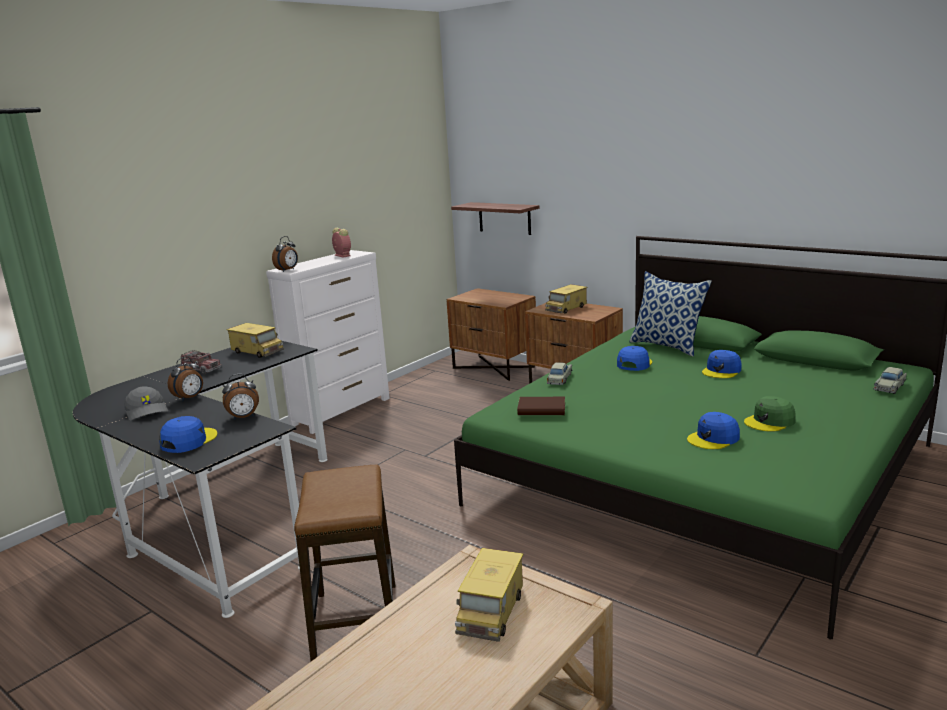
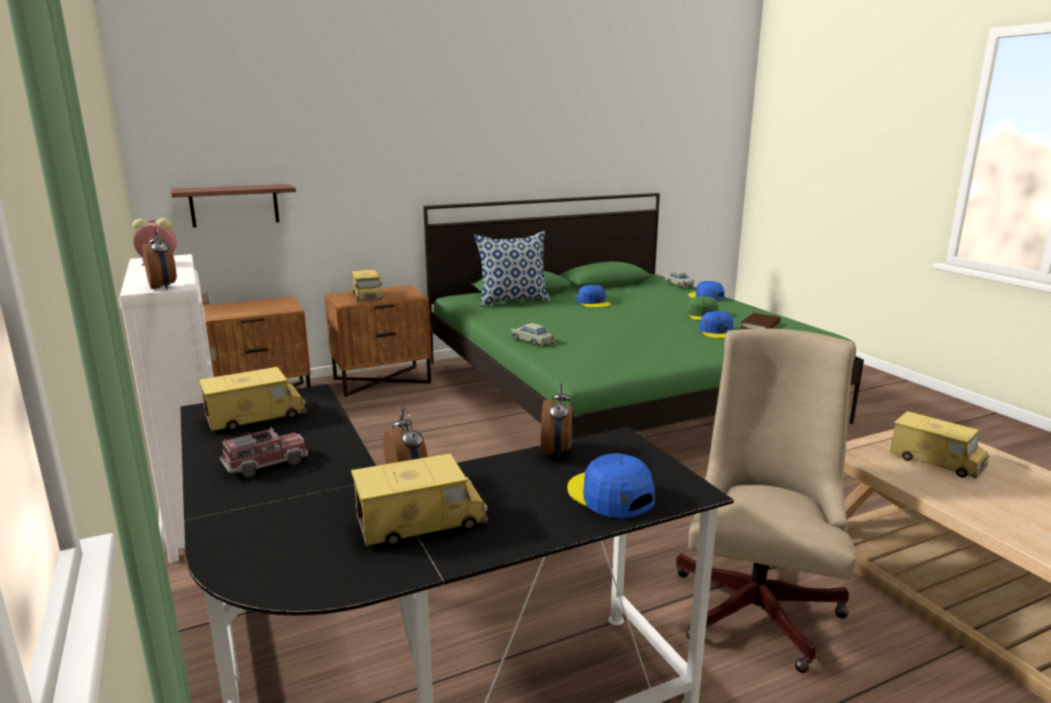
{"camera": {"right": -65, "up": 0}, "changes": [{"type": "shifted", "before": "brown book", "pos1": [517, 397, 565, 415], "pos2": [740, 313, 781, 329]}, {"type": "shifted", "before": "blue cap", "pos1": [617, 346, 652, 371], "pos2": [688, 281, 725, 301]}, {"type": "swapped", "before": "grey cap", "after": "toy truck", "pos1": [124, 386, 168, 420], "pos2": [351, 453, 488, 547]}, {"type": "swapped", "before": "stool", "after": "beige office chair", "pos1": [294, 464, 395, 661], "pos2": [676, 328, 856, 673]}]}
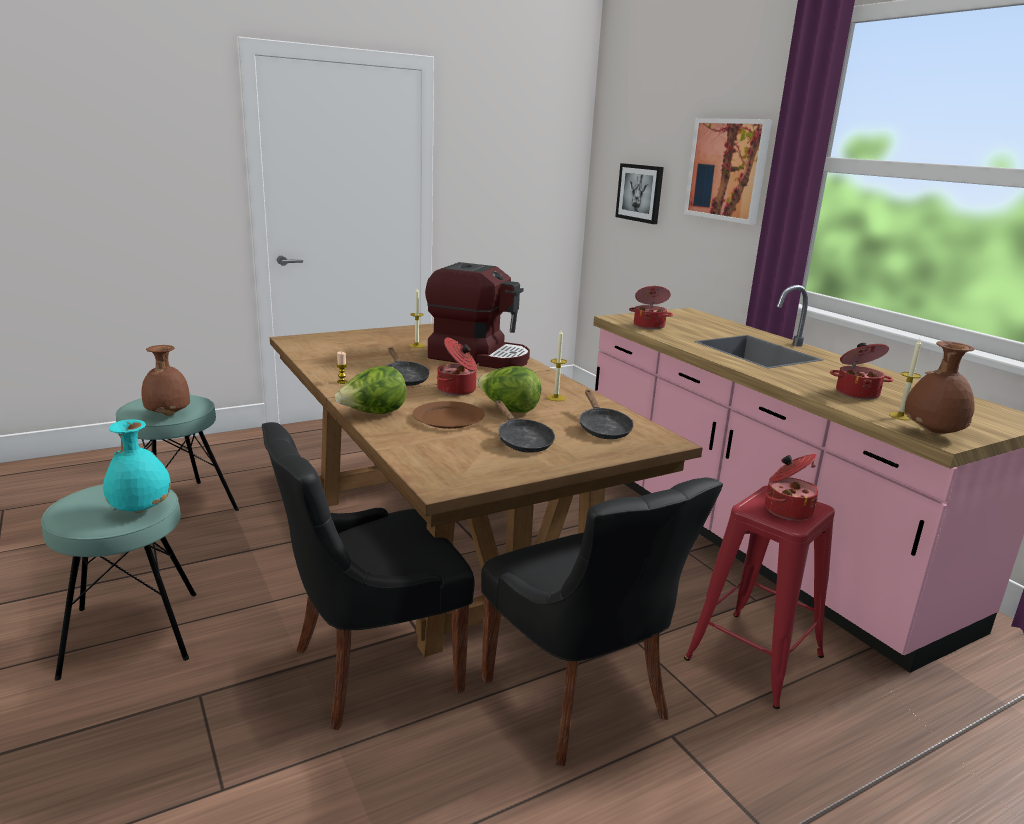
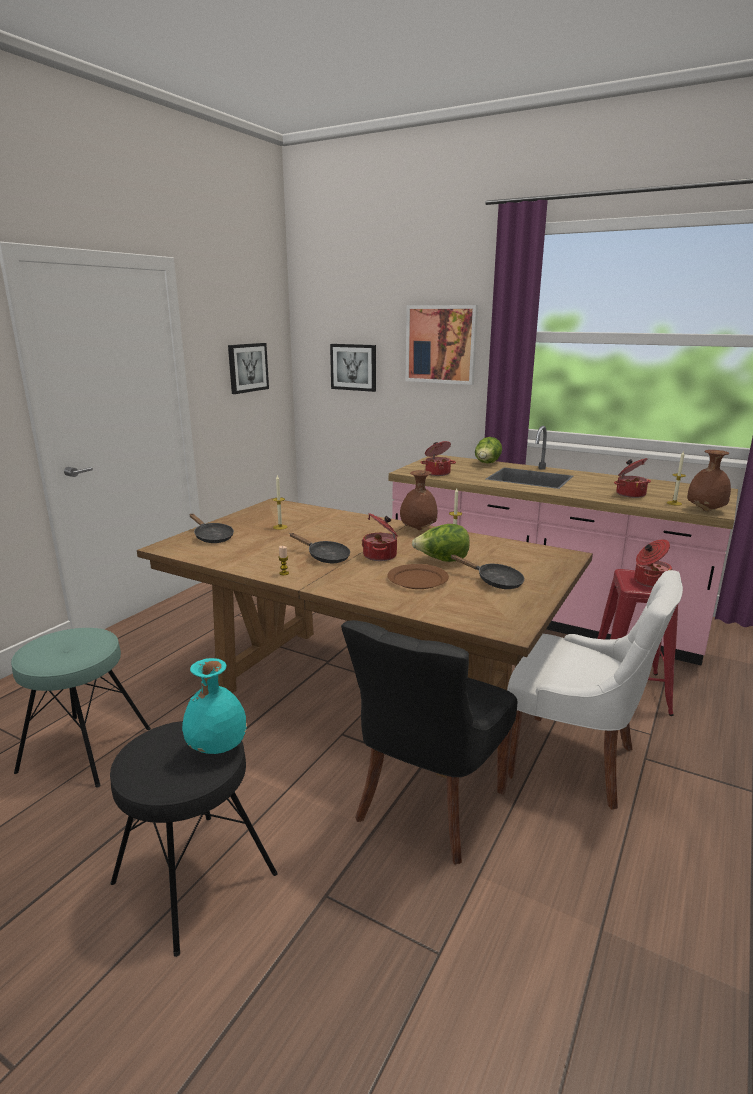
{"camera": {"right": -30, "up": 0}, "changes": [{"type": "gone", "before": "coffee machine", "pos1": [425, 262, 530, 369]}, {"type": "new", "after": "picture", "pos2": [228, 343, 269, 394]}, {"type": "shifted", "before": "brown vase", "pos1": [141, 345, 190, 416], "pos2": [400, 470, 437, 530]}, {"type": "shifted", "before": "lettuce", "pos1": [335, 366, 407, 414], "pos2": [475, 437, 502, 464]}, {"type": "shifted", "before": "black frying pan", "pos1": [580, 390, 634, 439], "pos2": [190, 514, 234, 543]}, {"type": "repainted", "before": "turquoise stool", "after": "black stool", "pos1": [41, 484, 197, 681], "pos2": [110, 721, 278, 957]}, {"type": "repainted", "before": "black chair", "after": "white chair", "pos1": [481, 477, 723, 766], "pos2": [507, 570, 683, 810]}]}
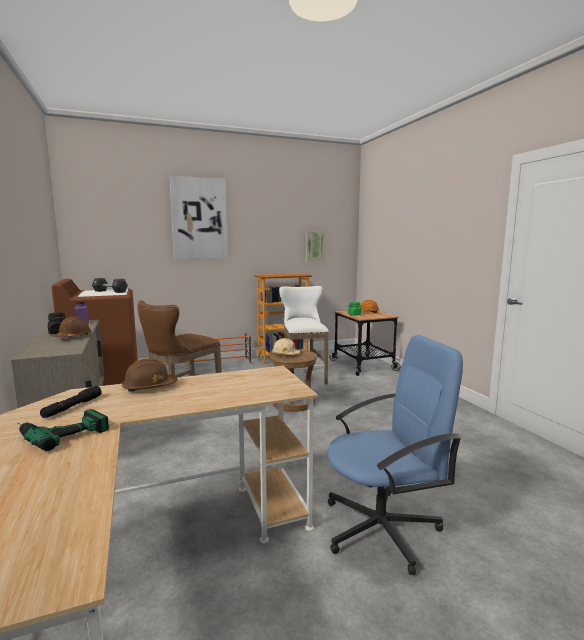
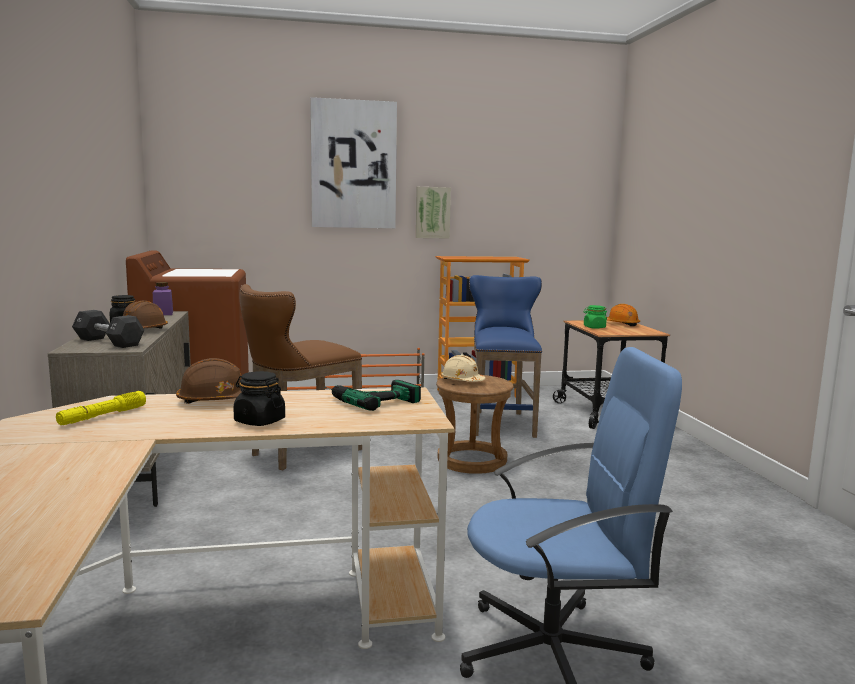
{"camera": {"right": 10, "up": 0}, "changes": [{"type": "new", "after": "black jar", "pos2": [233, 371, 285, 426]}, {"type": "shifted", "before": "power drill", "pos1": [18, 409, 109, 451], "pos2": [325, 380, 421, 411]}, {"type": "shifted", "before": "black dumbbell", "pos1": [92, 278, 128, 293], "pos2": [72, 310, 144, 348]}, {"type": "shifted", "before": "picture", "pos1": [306, 231, 326, 262], "pos2": [416, 187, 451, 239]}, {"type": "repainted", "before": "black flashlight", "after": "yellow flashlight", "pos1": [40, 386, 102, 418], "pos2": [56, 391, 146, 425]}, {"type": "repainted", "before": "white stool", "after": "blue stool", "pos1": [279, 286, 329, 385], "pos2": [469, 275, 542, 438]}]}
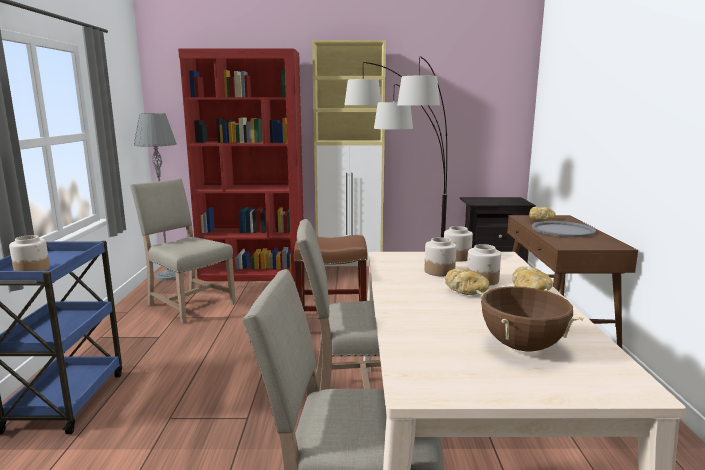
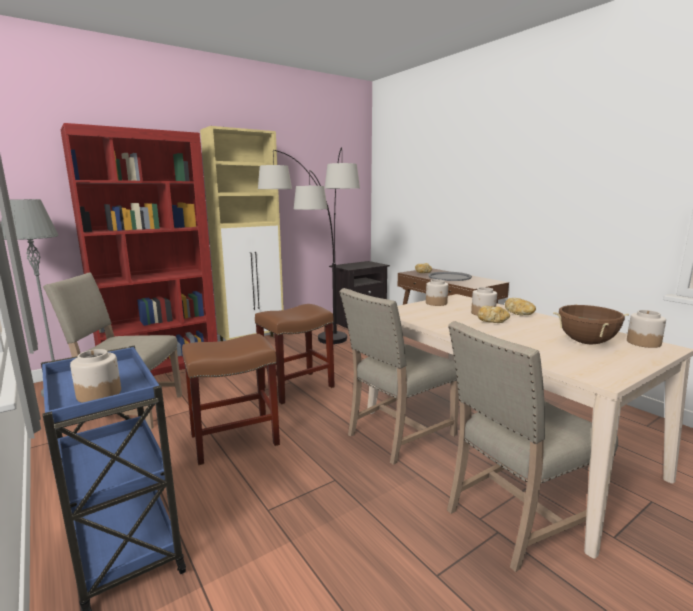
{"camera": {"right": -35, "up": 0}, "changes": [{"type": "new", "after": "brown stool", "pos2": [182, 334, 280, 465]}, {"type": "shifted", "before": "jar", "pos1": [424, 237, 456, 276], "pos2": [627, 310, 666, 348]}]}
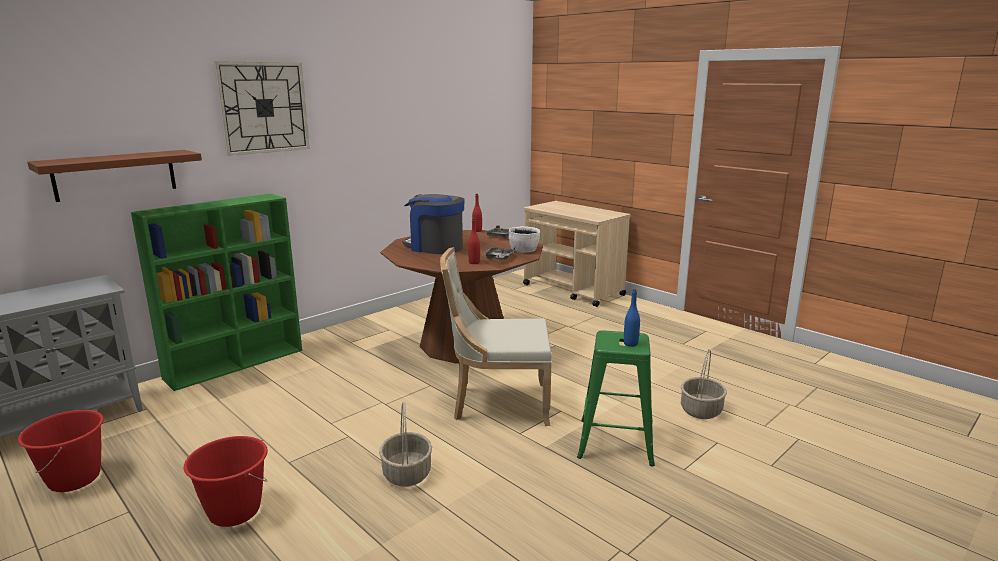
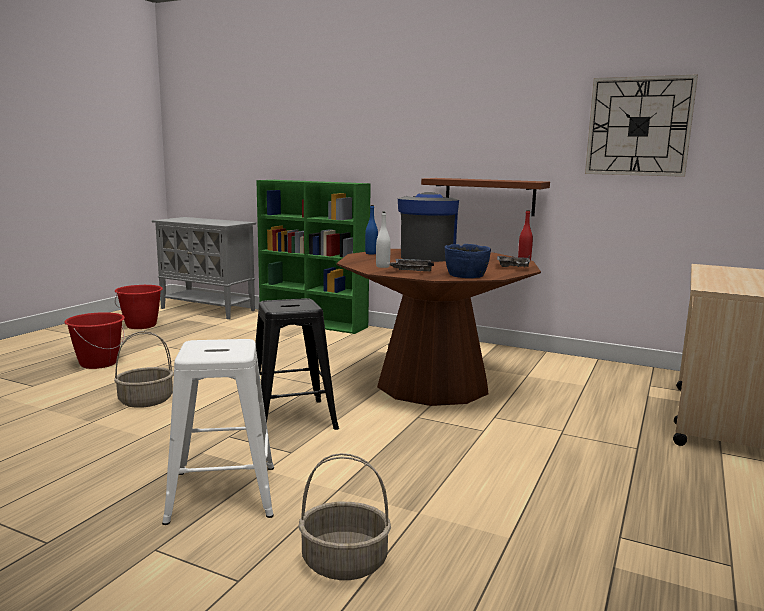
{"camera": {"right": 70, "up": -5}, "changes": [{"type": "shifted", "before": "brown shelf", "pos1": [27, 150, 202, 202], "pos2": [421, 178, 550, 216]}, {"type": "shifted", "before": "wall clock", "pos1": [214, 61, 310, 156], "pos2": [585, 74, 698, 177]}, {"type": "shifted", "before": "blue bottle", "pos1": [624, 289, 640, 347], "pos2": [365, 205, 378, 254]}, {"type": "swapped", "before": "beige chair", "after": "black stool", "pos1": [440, 247, 552, 426], "pos2": [255, 298, 339, 430]}, {"type": "repainted", "before": "red bottle", "after": "white bottle", "pos1": [468, 219, 480, 264], "pos2": [376, 212, 391, 268]}, {"type": "repainted", "before": "white bowl", "after": "blue bowl", "pos1": [509, 226, 540, 253], "pos2": [445, 244, 491, 278]}, {"type": "repainted", "before": "green stool", "after": "white stool", "pos1": [577, 330, 655, 467], "pos2": [162, 339, 274, 525]}]}
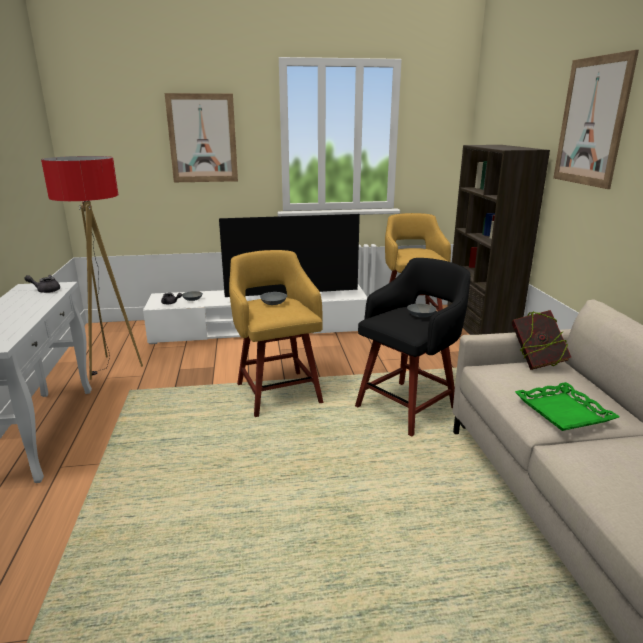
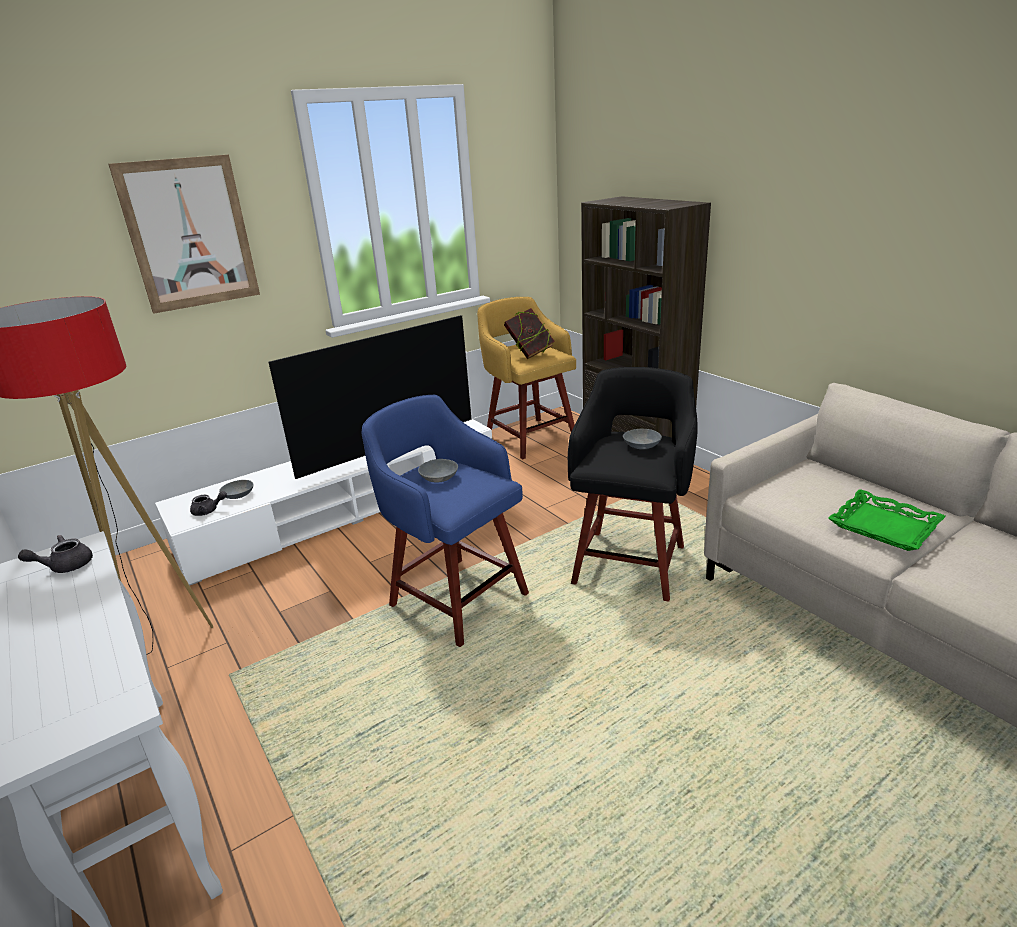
{"camera": {"right": -25, "up": 5}, "changes": [{"type": "gone", "before": "picture", "pos1": [553, 50, 639, 189]}, {"type": "shifted", "before": "book", "pos1": [512, 310, 571, 370], "pos2": [504, 308, 555, 359]}, {"type": "repainted", "before": "yellow stool", "after": "blue stool", "pos1": [229, 250, 323, 417], "pos2": [361, 395, 529, 647]}]}
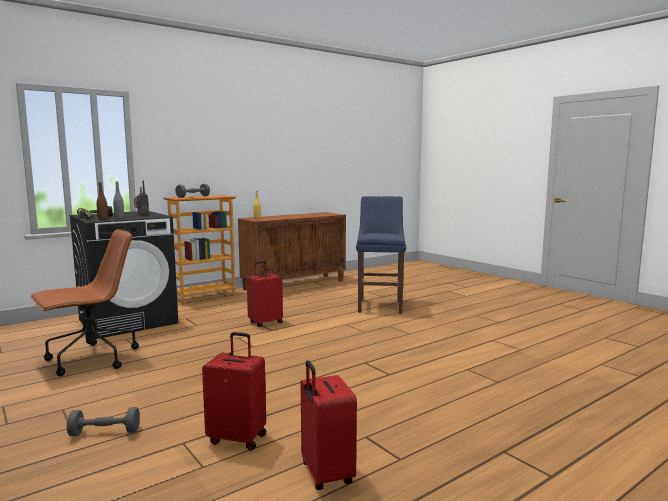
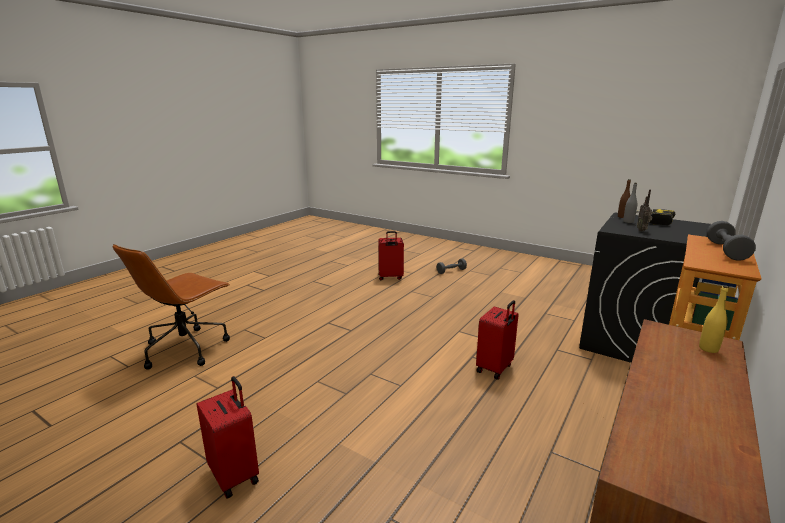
{"camera": {"right": 160, "up": 10}, "changes": [{"type": "gone", "before": "blue stool", "pos1": [356, 196, 406, 314]}, {"type": "shifted", "before": "brown office chair", "pos1": [30, 229, 139, 376], "pos2": [113, 244, 230, 370]}, {"type": "shifted", "before": "red suitcase", "pos1": [301, 360, 357, 490], "pos2": [197, 376, 259, 499]}]}
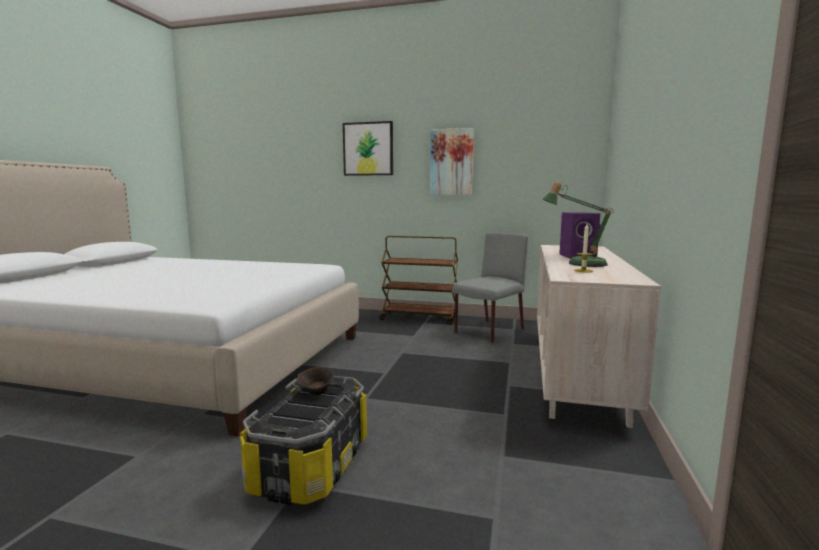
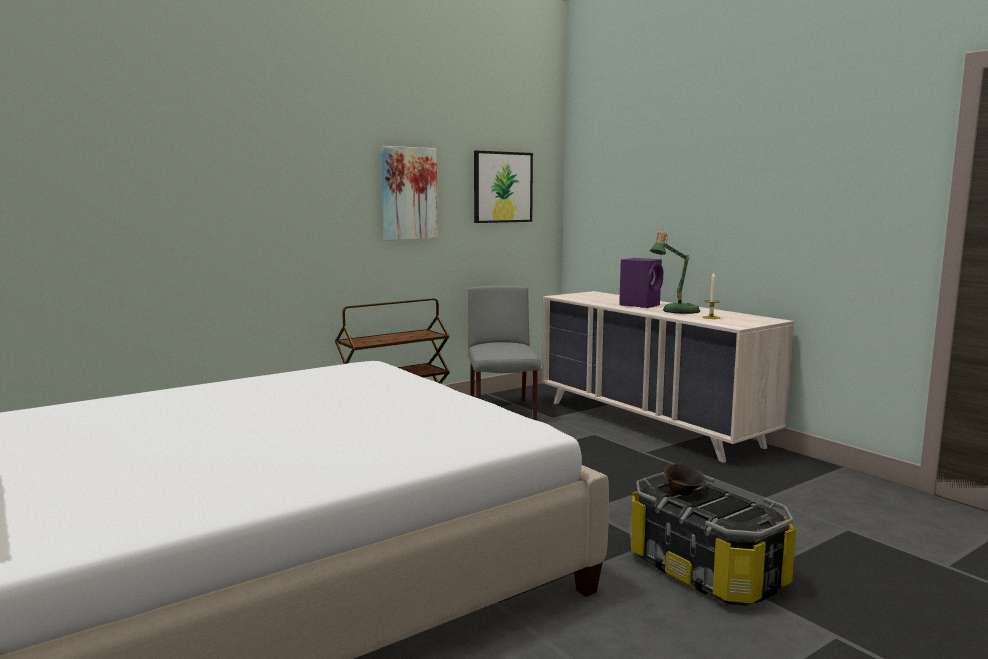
{"camera": {"right": -50, "up": 0}, "changes": [{"type": "shifted", "before": "picture", "pos1": [343, 121, 393, 176], "pos2": [474, 150, 533, 223]}]}
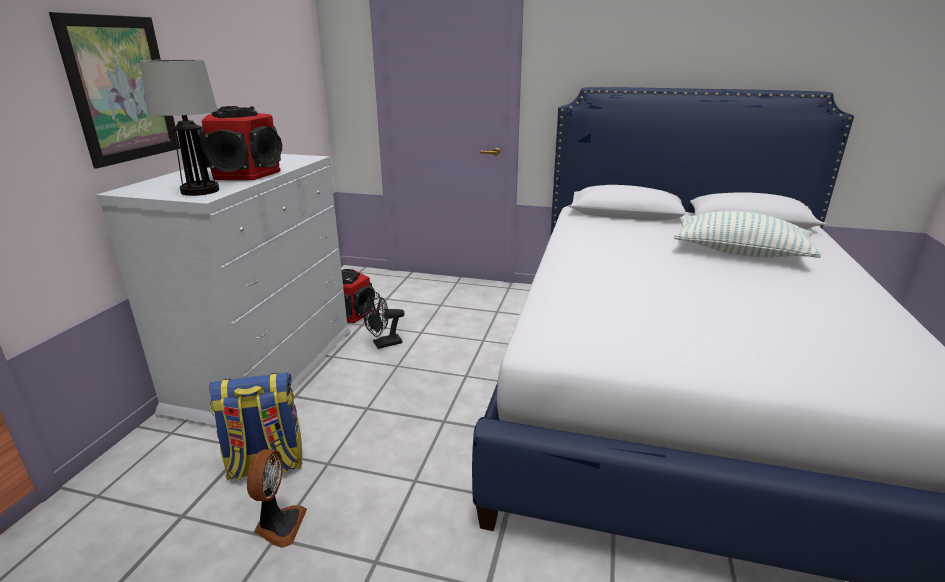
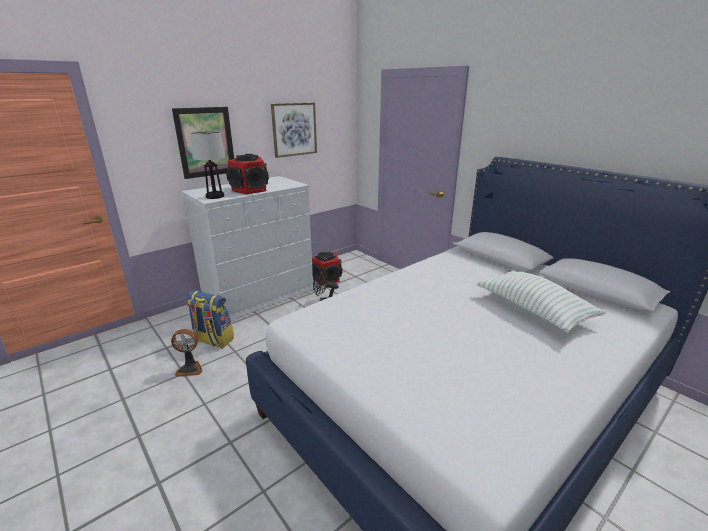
{"camera": {"right": 35, "up": 0}, "changes": [{"type": "new", "after": "picture", "pos2": [271, 103, 317, 158]}, {"type": "rotated", "before": "fan", "pos1": [247, 449, 307, 548], "pos2": [171, 329, 202, 377], "turn": 45}]}
